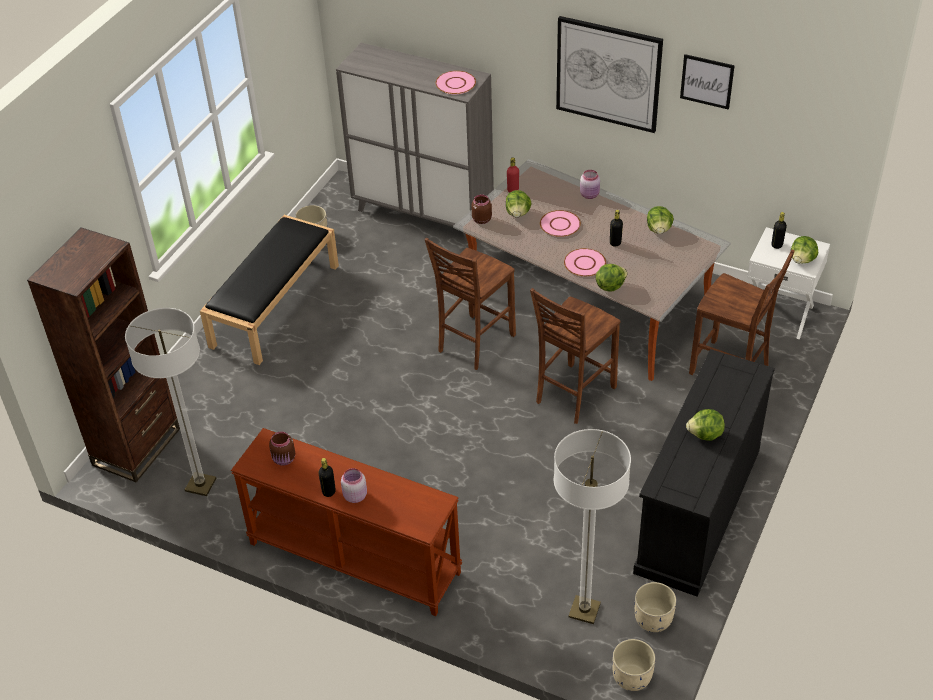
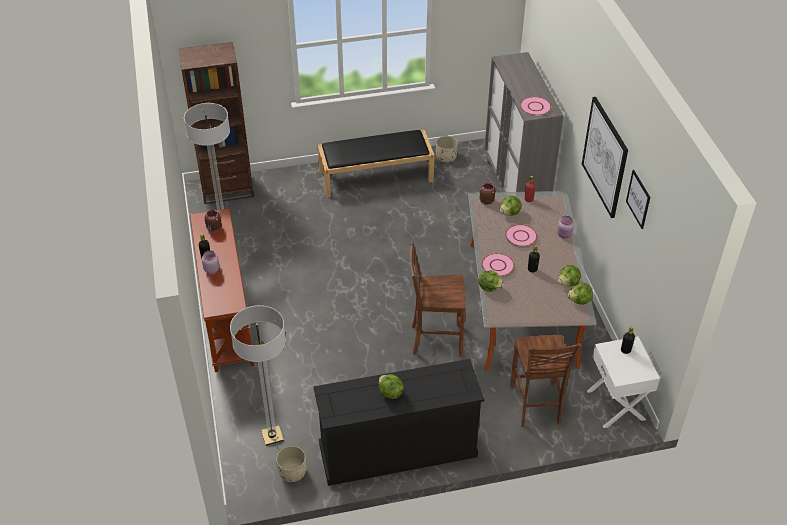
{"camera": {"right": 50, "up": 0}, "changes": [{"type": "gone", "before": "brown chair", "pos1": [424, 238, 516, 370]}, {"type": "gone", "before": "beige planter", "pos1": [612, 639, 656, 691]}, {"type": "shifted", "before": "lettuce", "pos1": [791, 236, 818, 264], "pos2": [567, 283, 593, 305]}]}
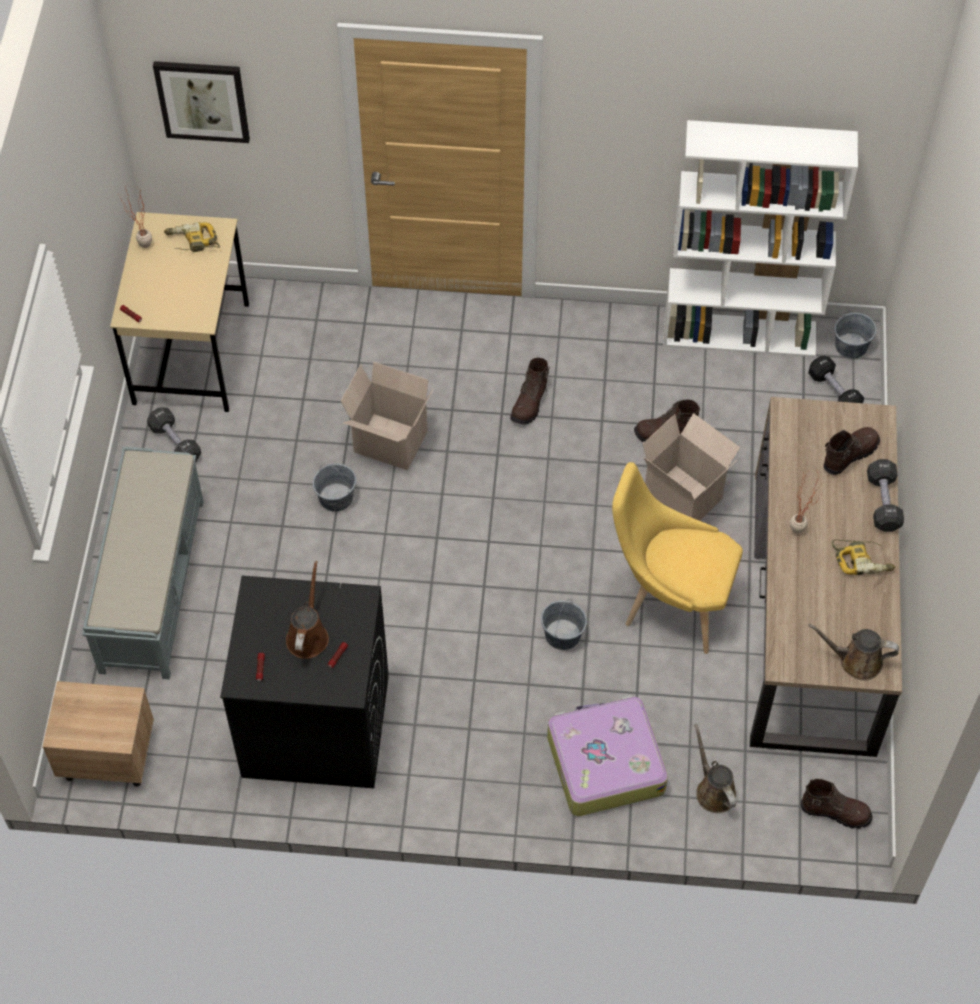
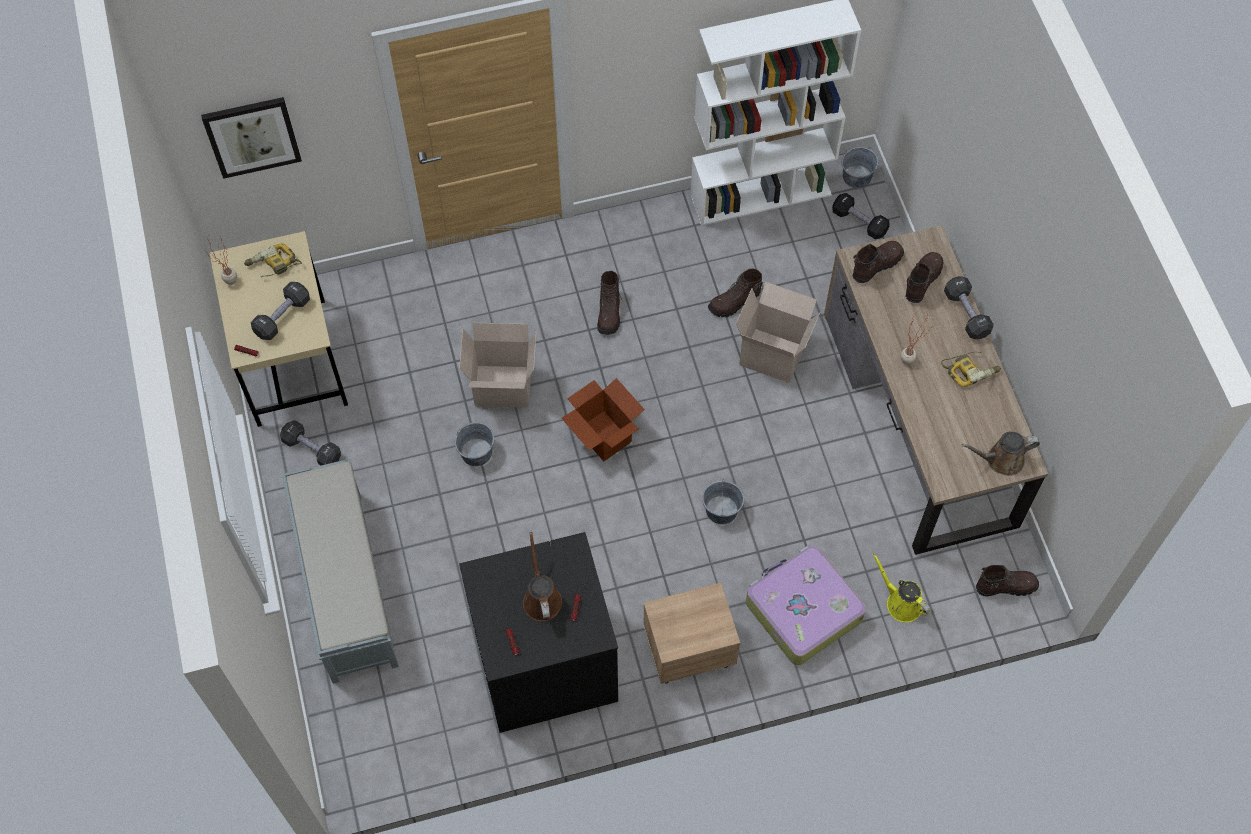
{"camera": {"right": -20, "up": 5}, "changes": [{"type": "gone", "before": "yellow chair", "pos1": [612, 462, 743, 654]}, {"type": "new", "after": "black dumbbell", "pos2": [251, 282, 310, 340]}, {"type": "new", "after": "cardboard box", "pos2": [561, 378, 645, 461]}, {"type": "new", "after": "brown boot", "pos2": [853, 241, 904, 283]}, {"type": "shifted", "before": "beige nightstand", "pos1": [42, 681, 154, 787], "pos2": [643, 583, 740, 684]}, {"type": "repainted", "before": "brown watering can", "after": "yellow watering can", "pos1": [694, 724, 736, 813], "pos2": [872, 553, 931, 622]}]}
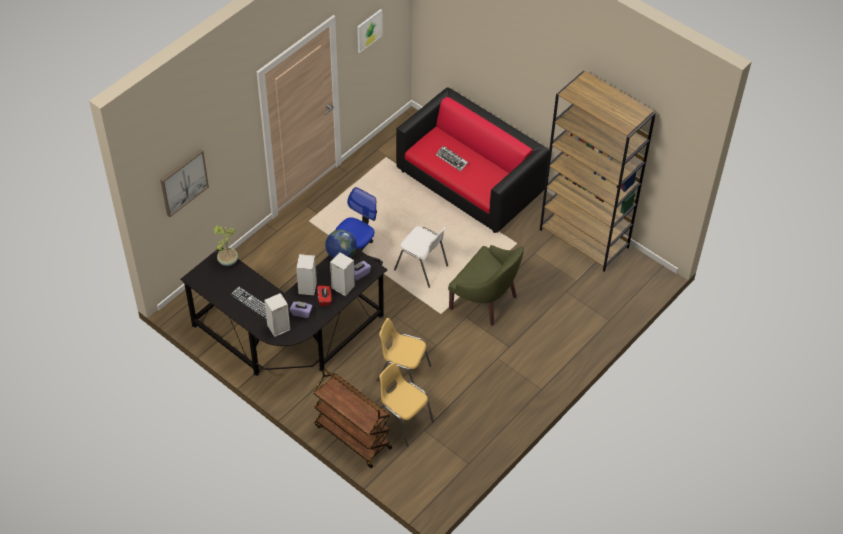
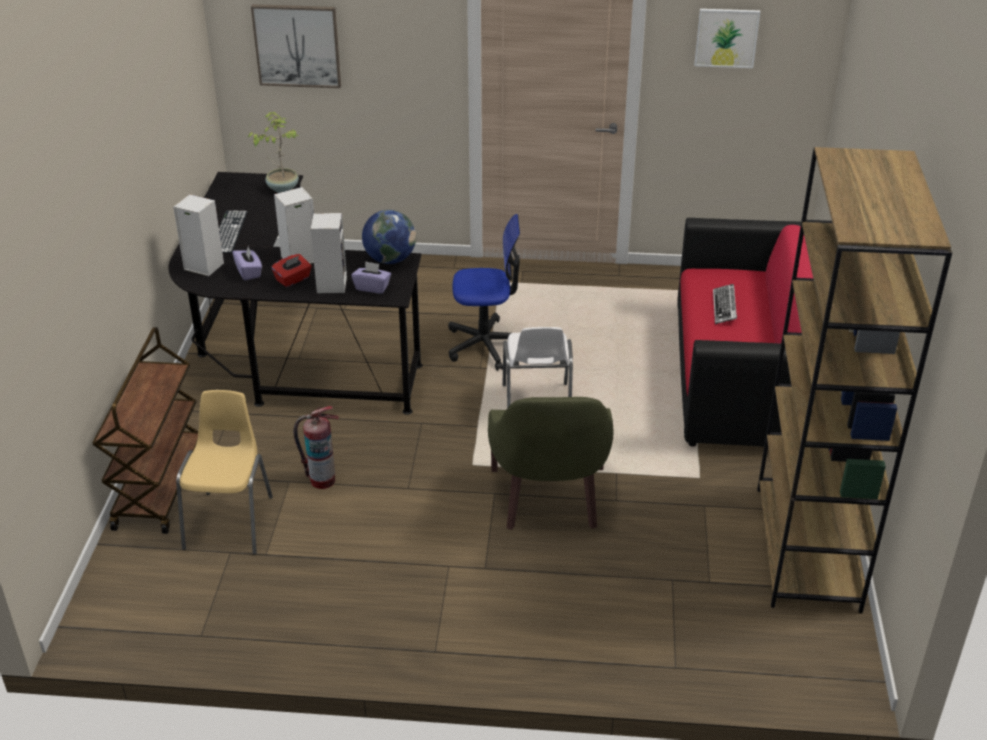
{"camera": {"right": 55, "up": -15}, "changes": [{"type": "swapped", "before": "yellow chair", "after": "fire extinguisher", "pos1": [376, 318, 431, 383], "pos2": [293, 406, 339, 489]}]}
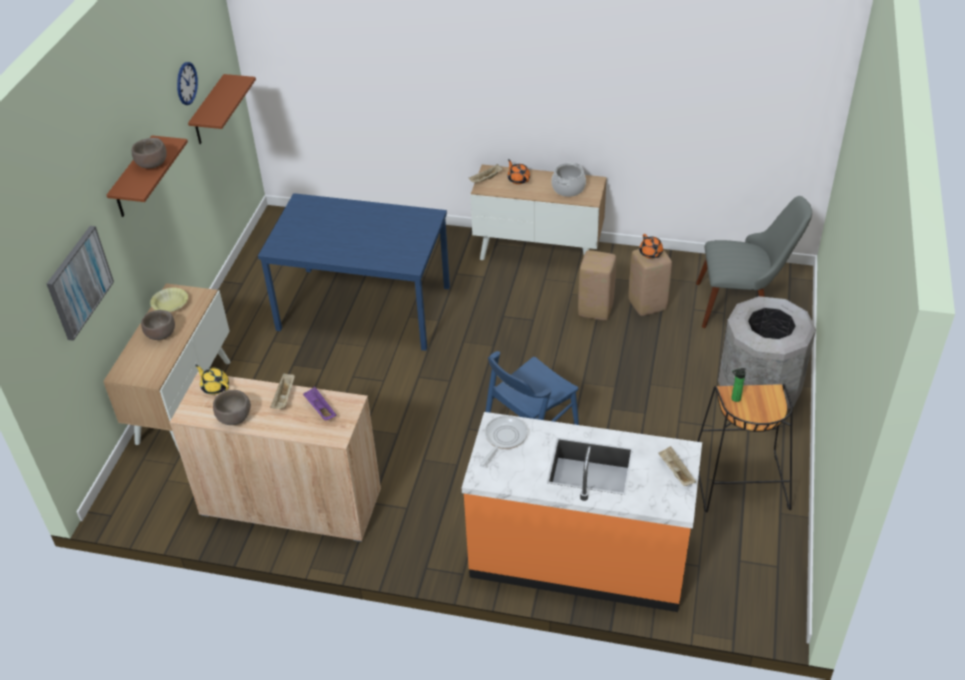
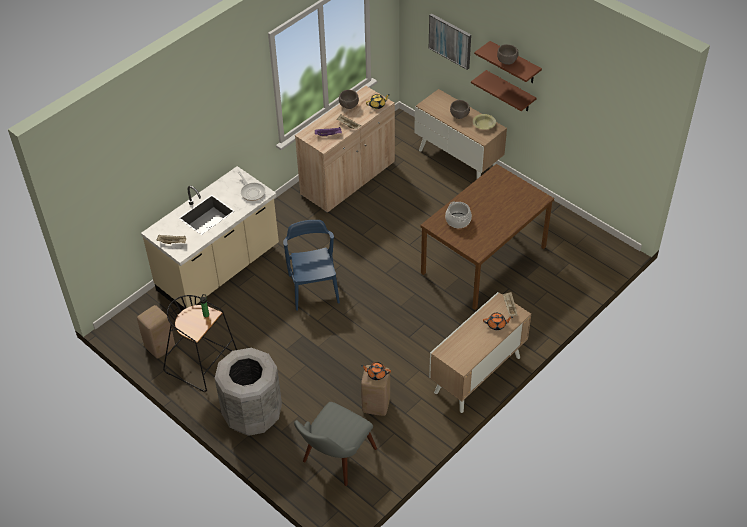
{"camera": {"right": 120, "up": 5}, "changes": [{"type": "gone", "before": "wall clock", "pos1": [177, 62, 198, 105]}, {"type": "shifted", "before": "brown shelf", "pos1": [188, 74, 256, 144], "pos2": [471, 70, 537, 112]}, {"type": "shifted", "before": "cooking pot", "pos1": [551, 163, 586, 197], "pos2": [445, 201, 472, 228]}, {"type": "shifted", "before": "beige stool", "pos1": [578, 250, 616, 320], "pos2": [137, 305, 175, 359]}, {"type": "repainted", "before": "blue dining table", "after": "brown dining table", "pos1": [258, 193, 450, 351], "pos2": [420, 164, 554, 310]}, {"type": "repainted", "before": "orange counter", "after": "beige counter", "pos1": [462, 412, 702, 612], "pos2": [141, 166, 279, 311]}]}
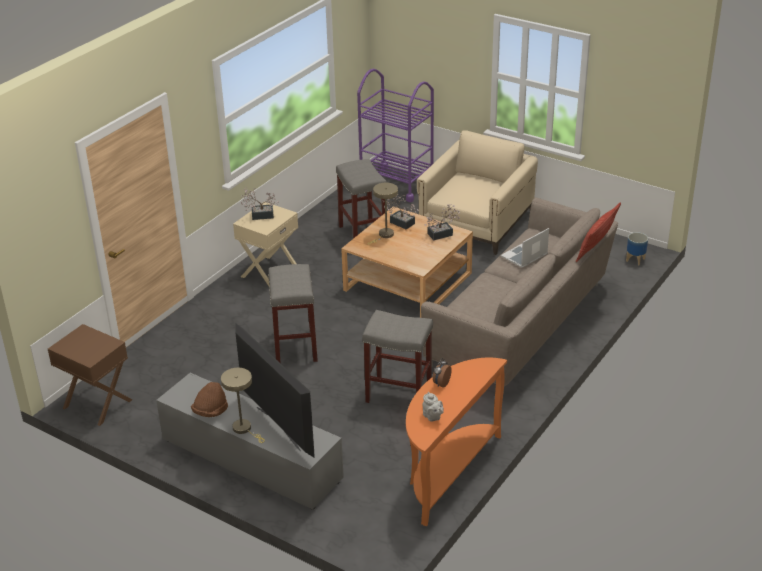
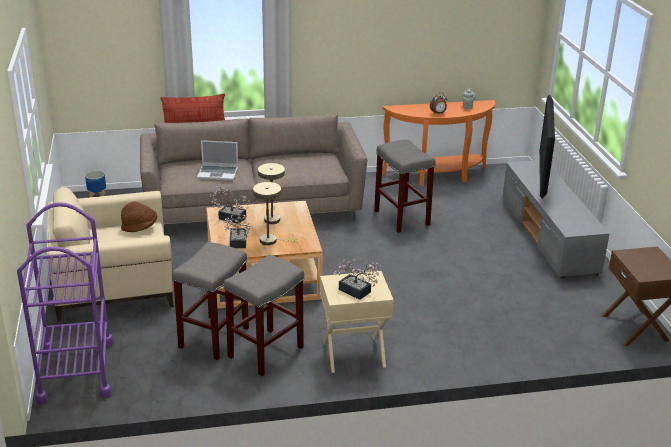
{"camera": {"right": -135, "up": -5}, "changes": [{"type": "shifted", "before": "brown hat", "pos1": [191, 382, 228, 417], "pos2": [121, 202, 157, 232]}, {"type": "shifted", "before": "beige table lamp", "pos1": [221, 368, 265, 443], "pos2": [258, 163, 285, 224]}, {"type": "shifted", "before": "grey stool", "pos1": [268, 264, 318, 363], "pos2": [224, 255, 304, 376]}]}
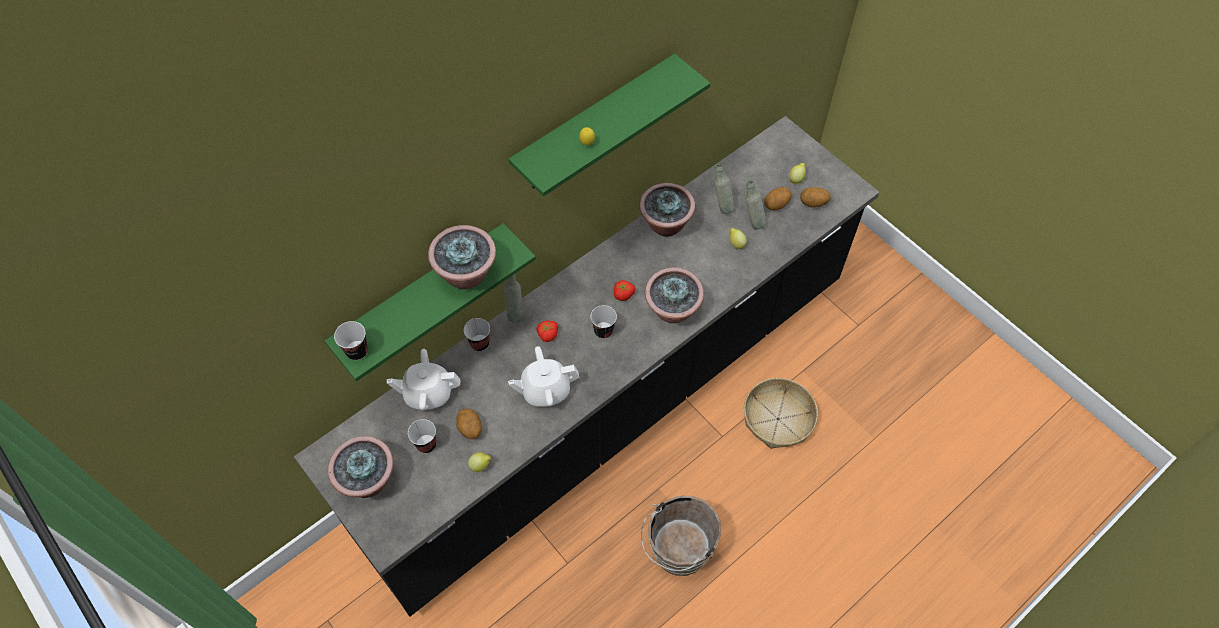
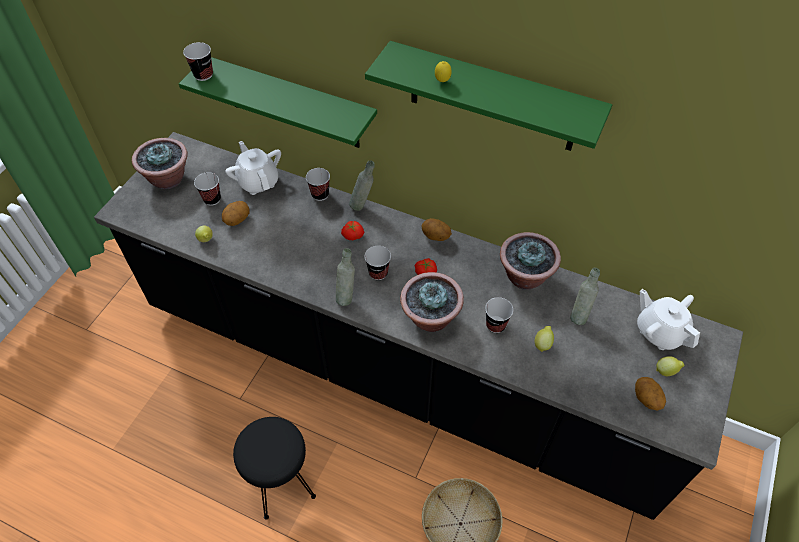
{"camera": {"right": 65, "up": -5}, "changes": [{"type": "gone", "before": "potted plant", "pos1": [428, 225, 496, 289]}, {"type": "new", "after": "cup", "pos2": [485, 297, 513, 333]}, {"type": "shifted", "before": "white teapot", "pos1": [508, 346, 579, 407], "pos2": [637, 289, 700, 350]}, {"type": "shifted", "before": "grey bottle", "pos1": [745, 180, 766, 230], "pos2": [336, 248, 355, 306]}, {"type": "shifted", "before": "potato", "pos1": [764, 187, 792, 210], "pos2": [422, 218, 452, 241]}, {"type": "swapped", "before": "brown bucket", "after": "black stool", "pos1": [641, 496, 721, 576], "pos2": [233, 417, 316, 520]}]}
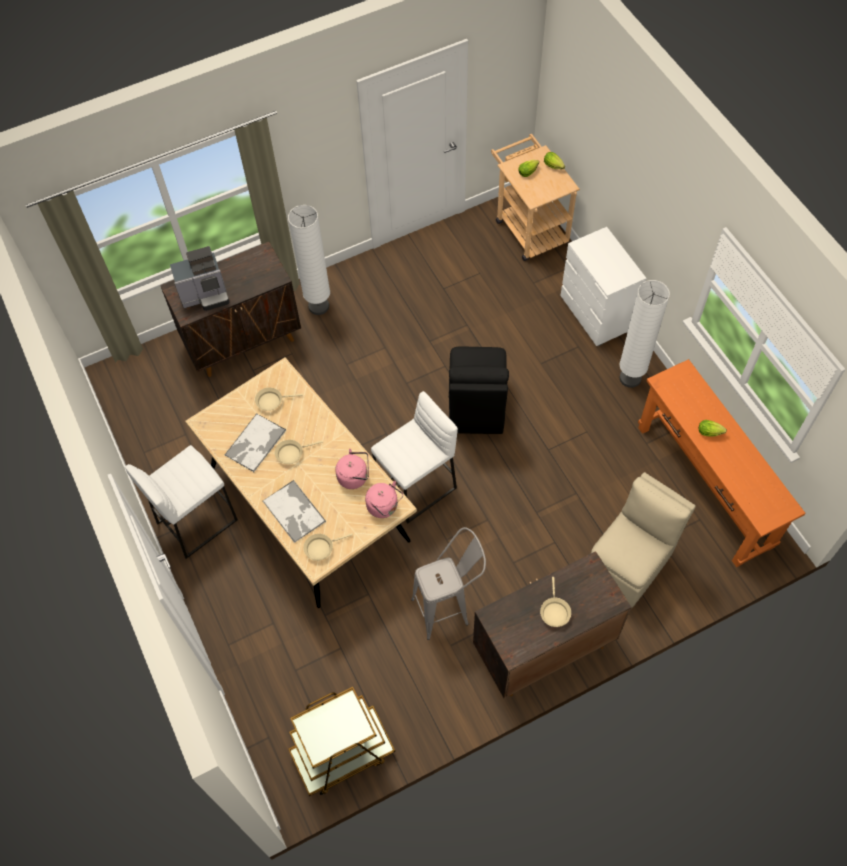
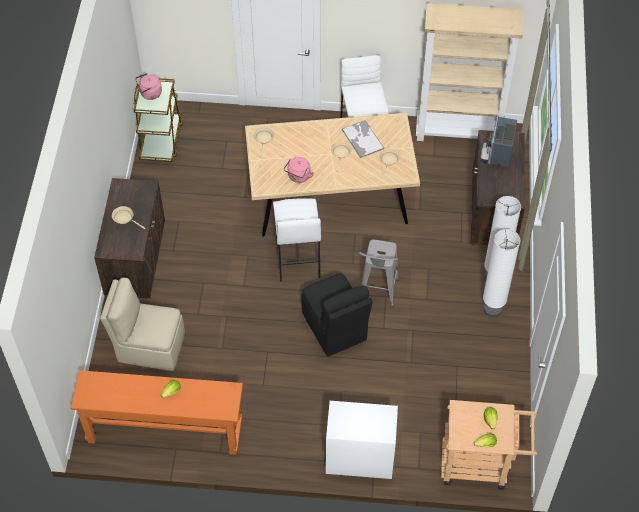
{"camera": {"right": 120, "up": -5}, "changes": [{"type": "gone", "before": "tray", "pos1": [262, 480, 326, 543]}, {"type": "new", "after": "beige bookcase", "pos2": [416, 3, 523, 141]}, {"type": "shifted", "before": "pink kettle", "pos1": [365, 481, 403, 518], "pos2": [135, 73, 162, 100]}, {"type": "shifted", "before": "grey stool", "pos1": [411, 527, 486, 640], "pos2": [359, 240, 399, 307]}, {"type": "shifted", "before": "white floor lamp", "pos1": [619, 280, 670, 388], "pos2": [483, 229, 520, 317]}, {"type": "rotated", "before": "black chair", "pos1": [449, 347, 509, 434], "pos2": [301, 274, 373, 356], "turn": -150}, {"type": "rotated", "before": "beige chair", "pos1": [591, 472, 696, 608], "pos2": [100, 278, 185, 371], "turn": 120}]}
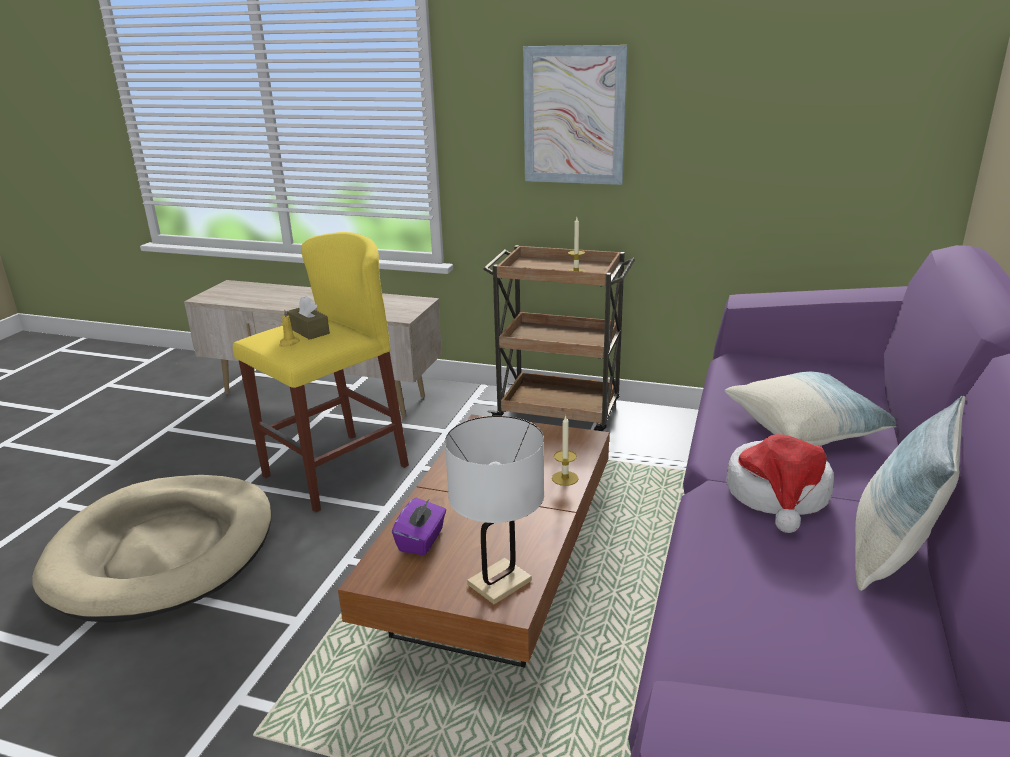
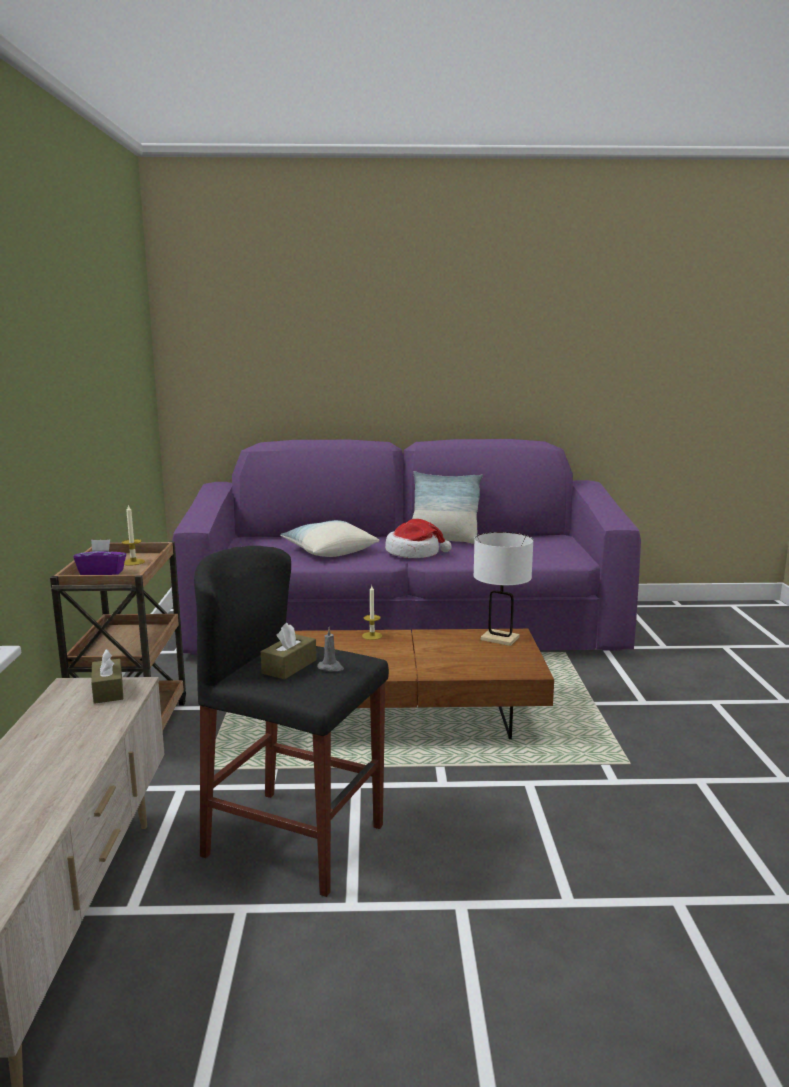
{"camera": {"right": -110, "up": -10}, "changes": [{"type": "gone", "before": "beige dog bed", "pos1": [32, 475, 271, 622]}, {"type": "gone", "before": "picture", "pos1": [523, 45, 628, 185]}, {"type": "new", "after": "brown tissue box", "pos2": [91, 649, 123, 704]}, {"type": "shifted", "before": "purple tissue box", "pos1": [392, 498, 446, 556], "pos2": [73, 539, 126, 575]}, {"type": "repainted", "before": "yellow stool", "after": "black stool", "pos1": [233, 232, 409, 512], "pos2": [194, 546, 389, 897]}, {"type": "repainted", "before": "yellow candle", "after": "grey candle", "pos1": [279, 309, 300, 347], "pos2": [317, 627, 344, 671]}]}
